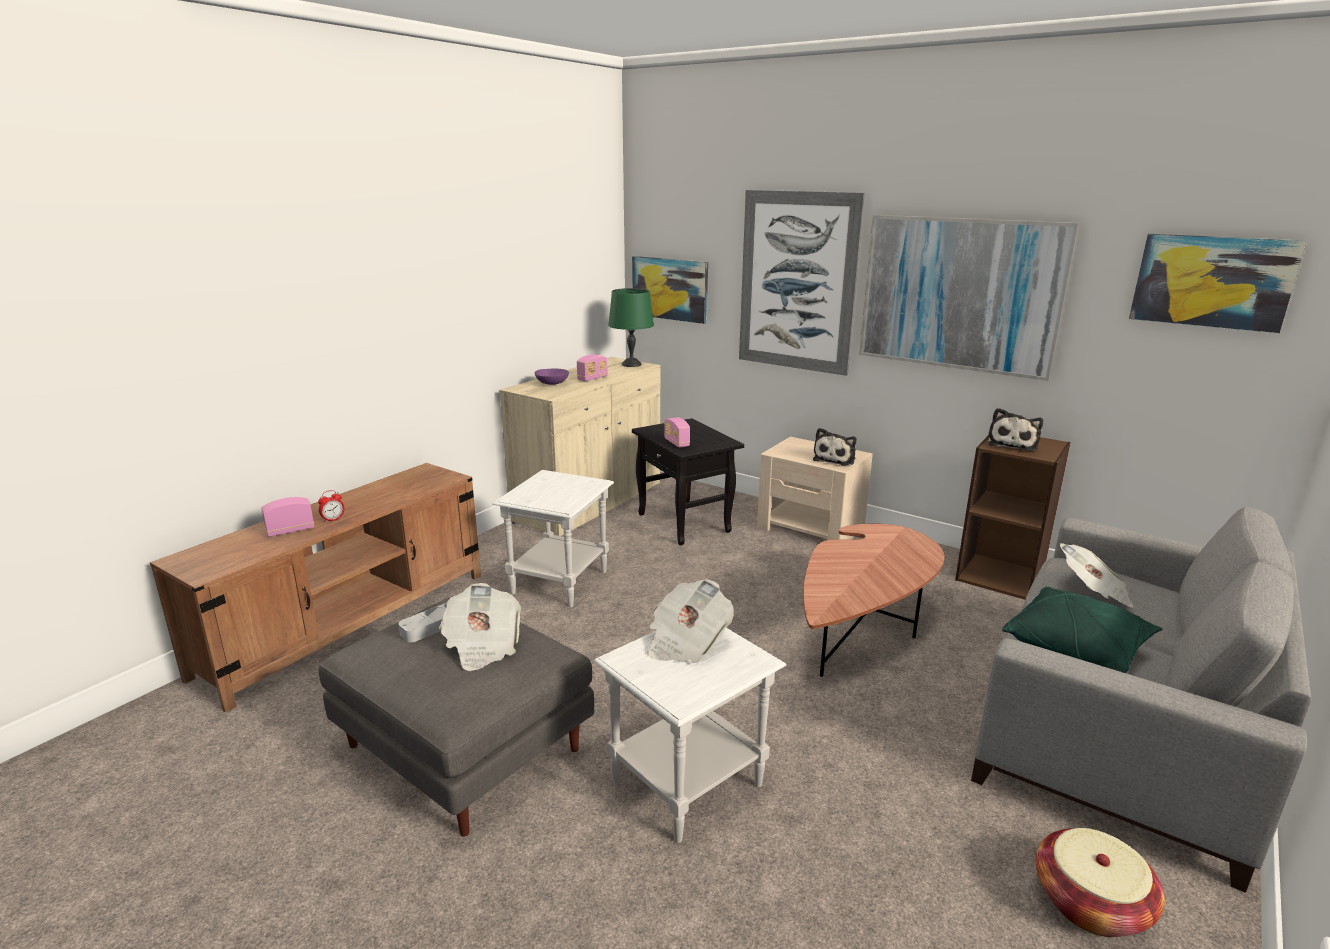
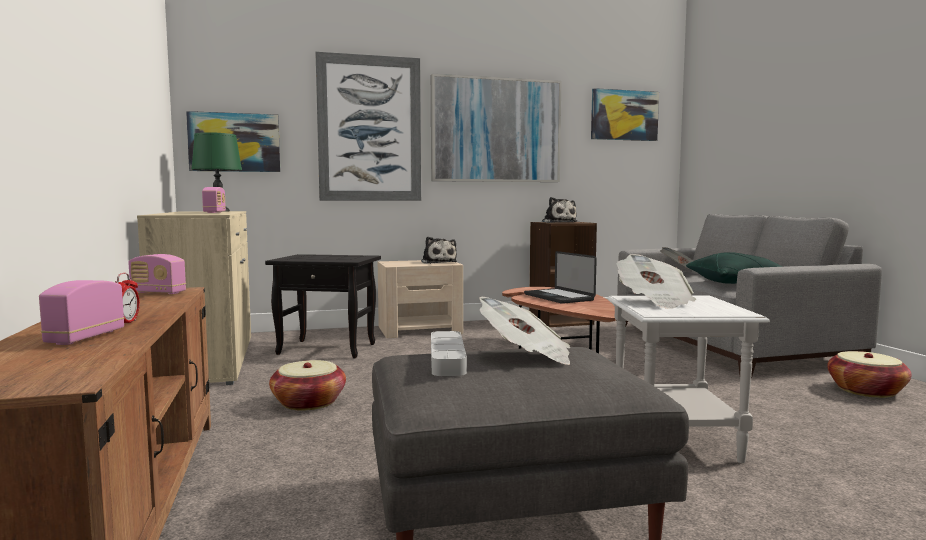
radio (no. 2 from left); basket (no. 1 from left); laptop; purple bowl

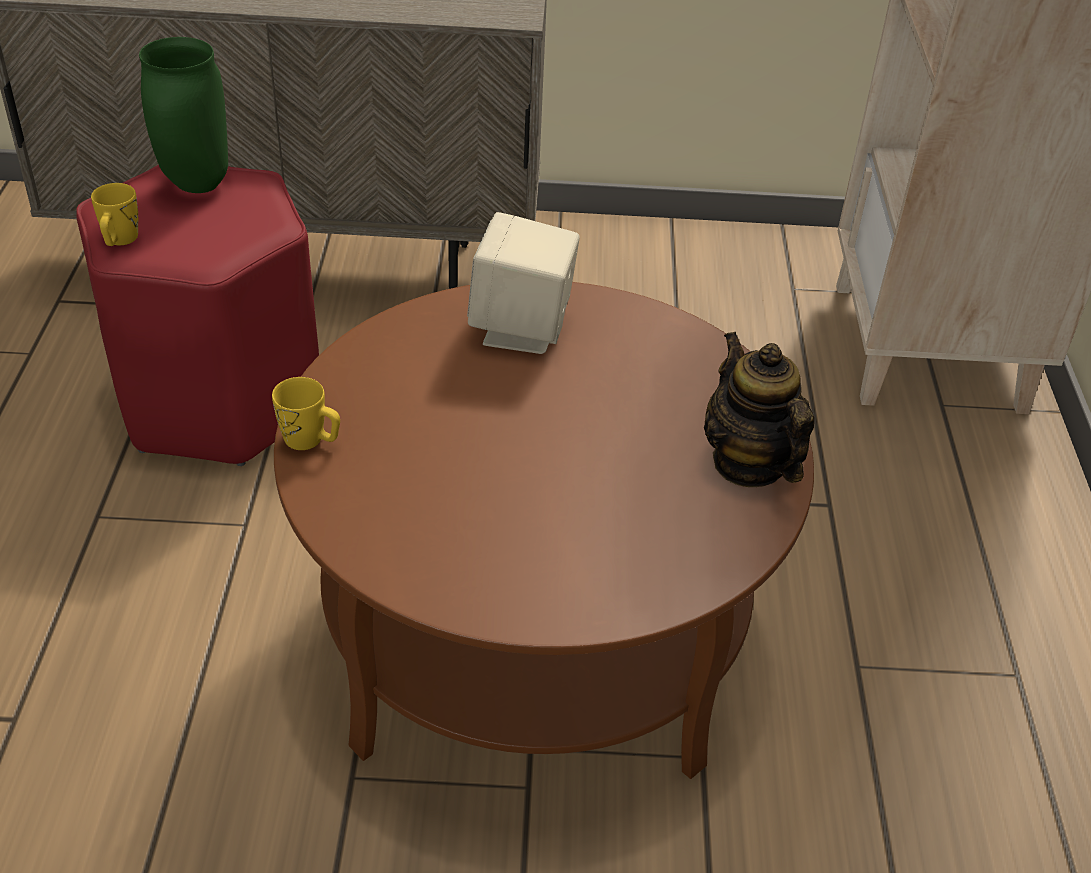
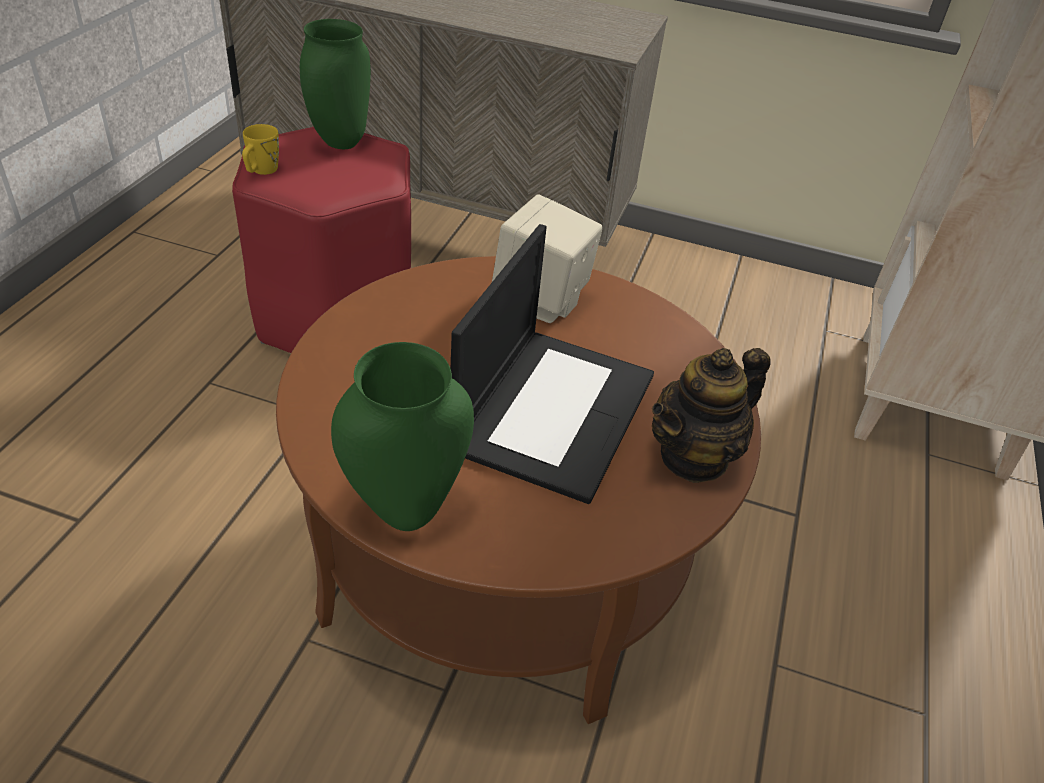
green vase (no. 2 from left); laptop; teapot; yellow mug (no. 2 from left in the first image)

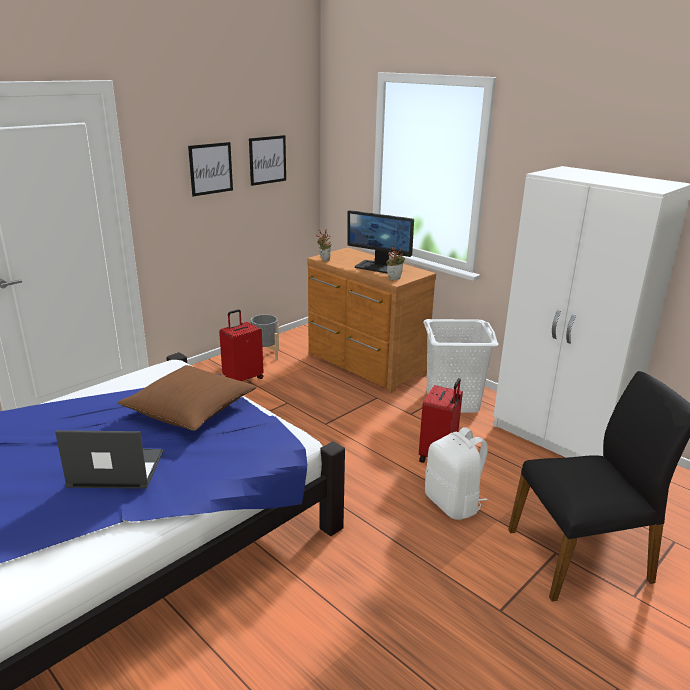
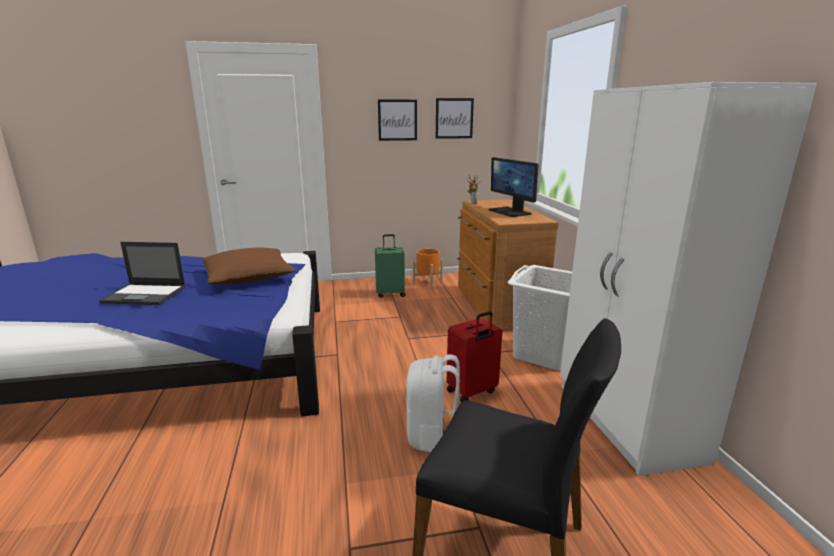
laptop; green suitcase; orange planter; potted plant (no. 2 from left in the first image)

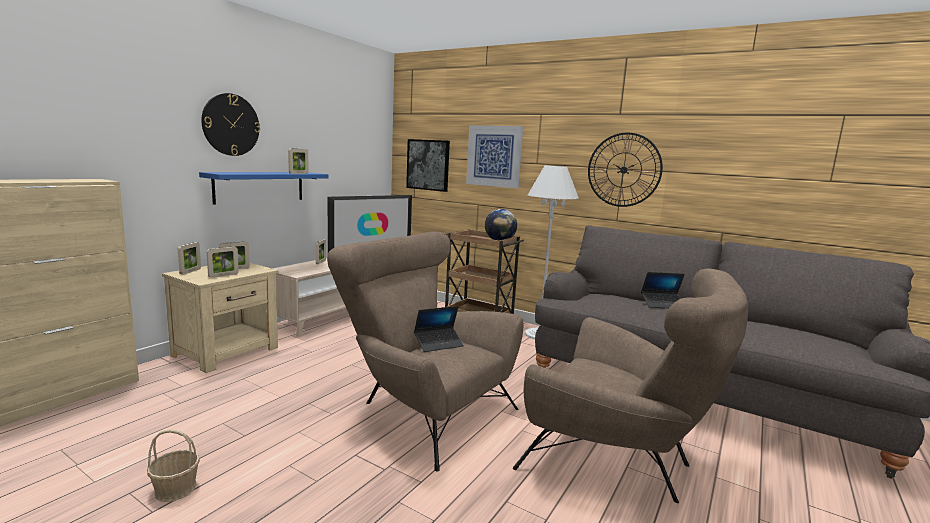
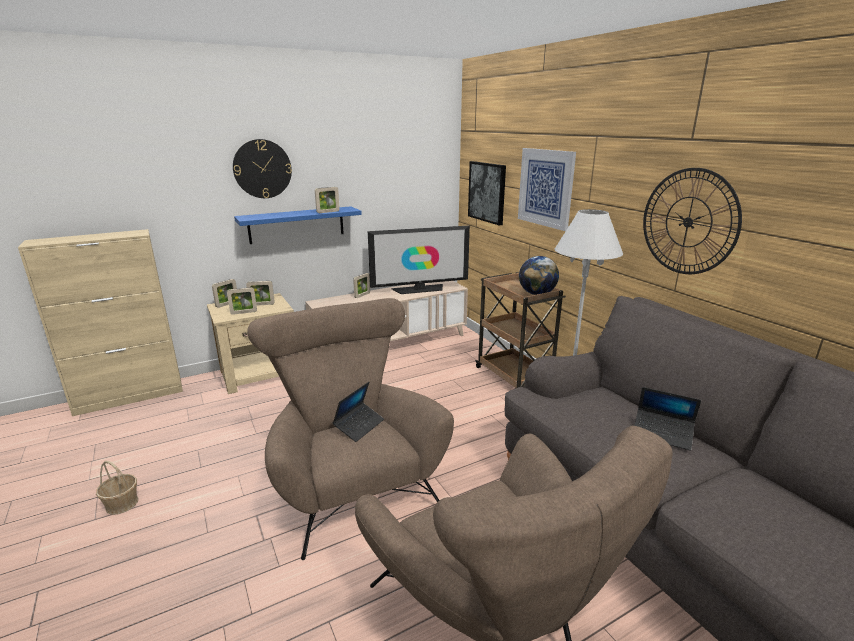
laptop (no. 1 from left)

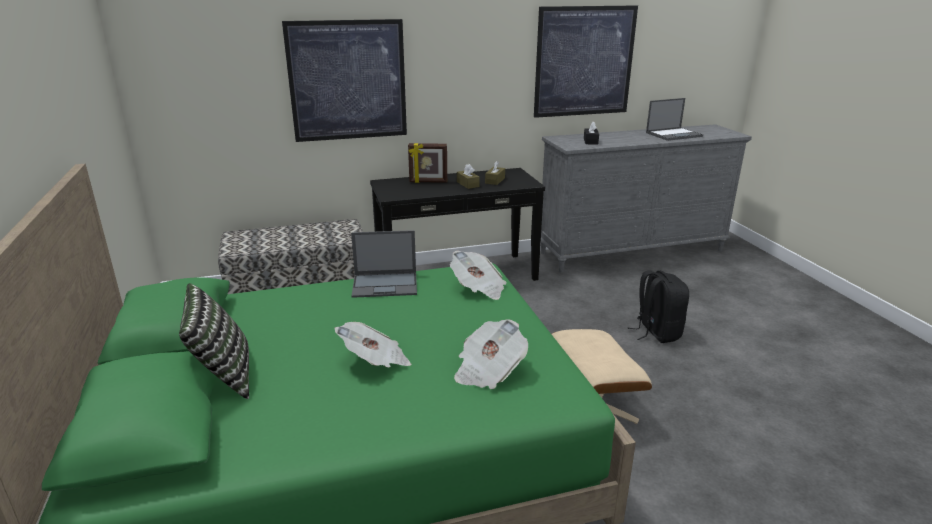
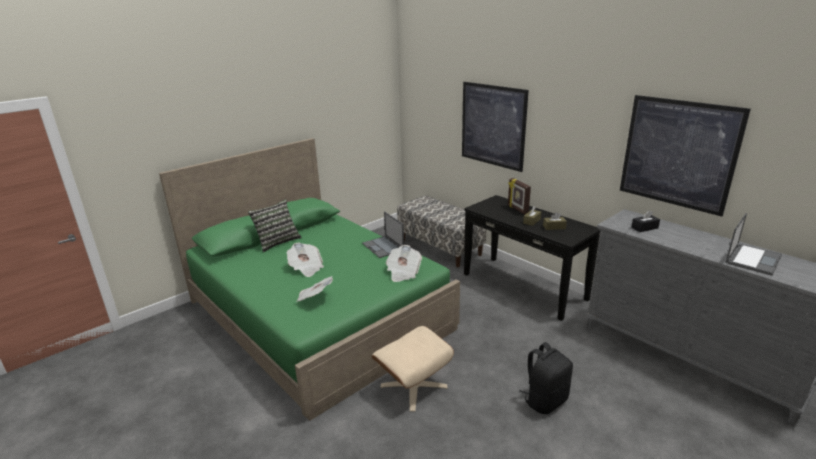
laptop (no. 2 from left)

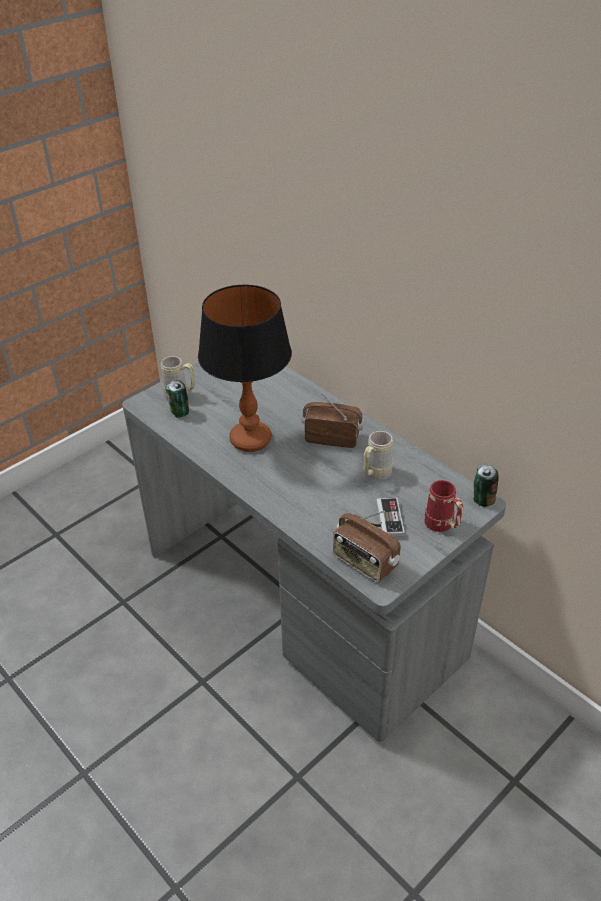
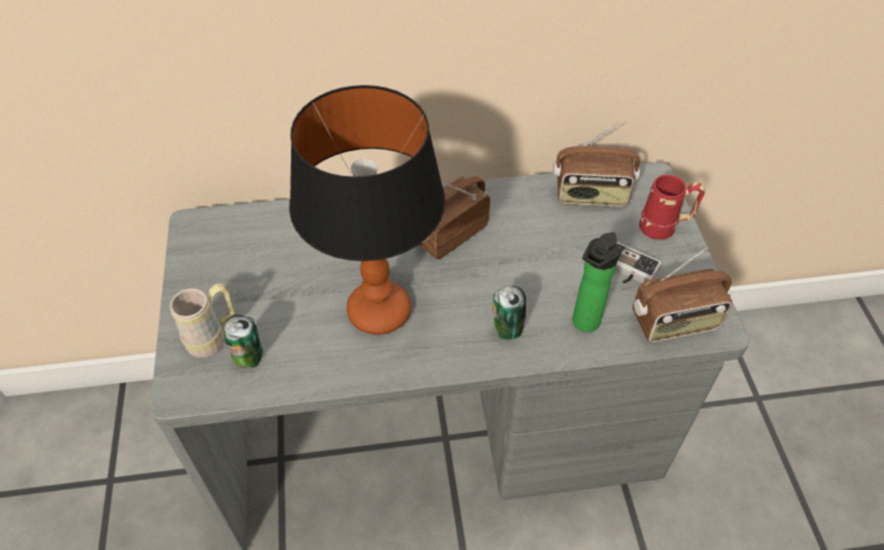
can (no. 2 from left); radio (no. 2 from left); bottle; beige mug (no. 2 from left in the first image)

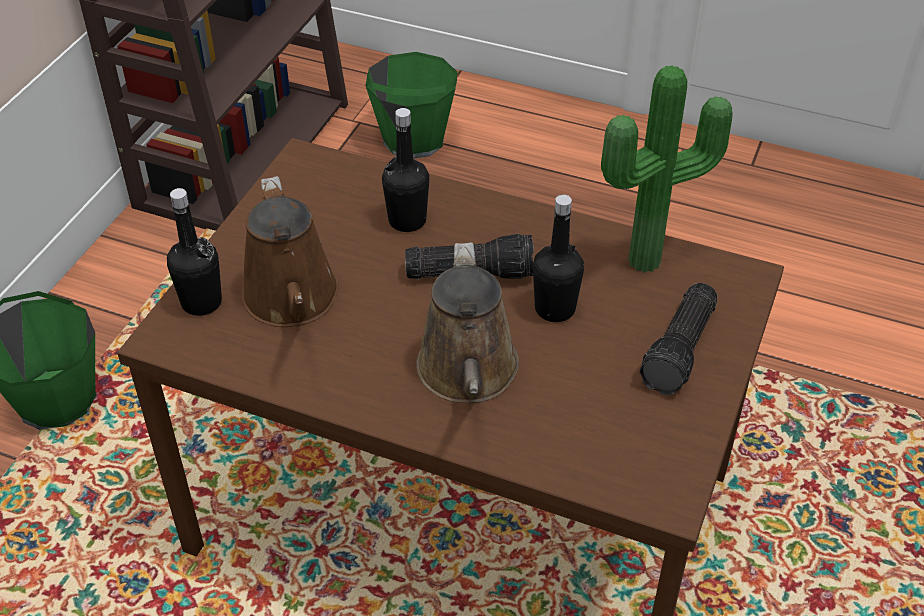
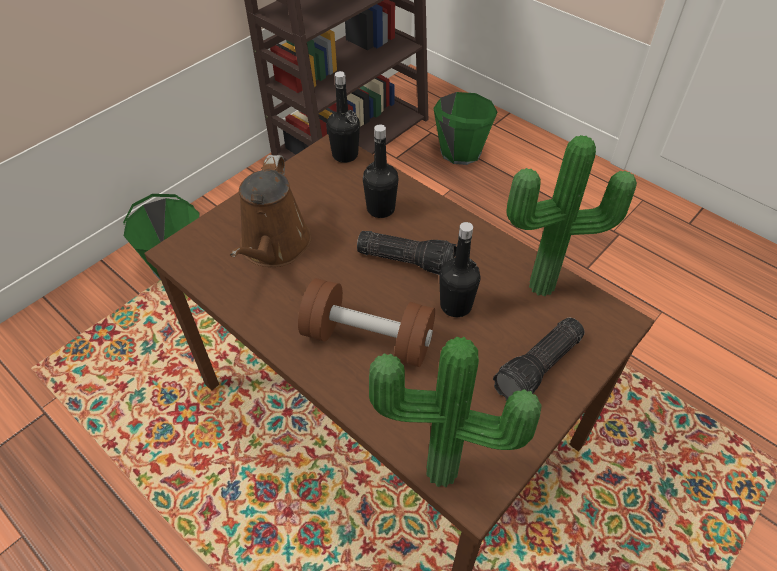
brown dumbbell; black bottle (no. 1 from left); potted plant (no. 1 from left)

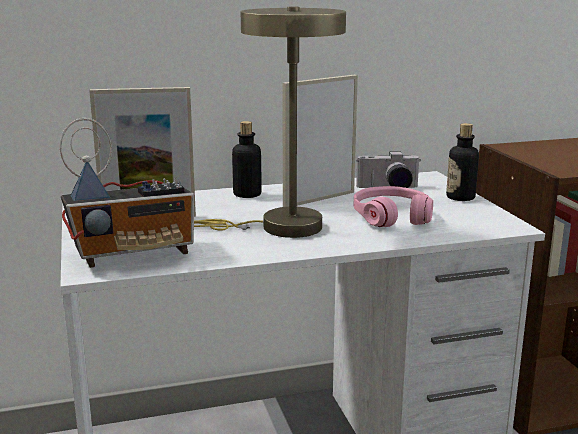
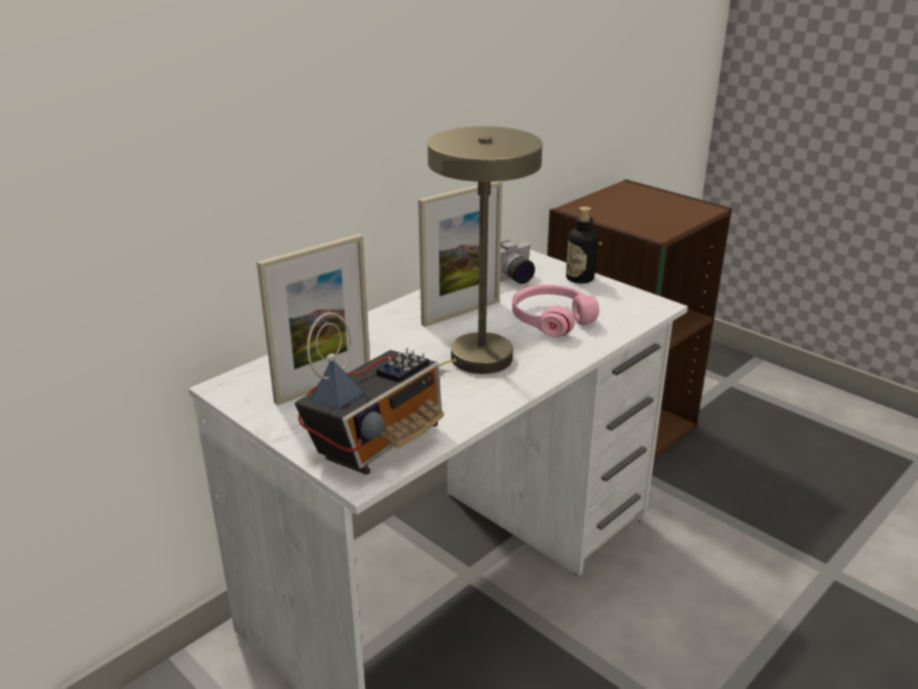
picture frame (no. 2 from left); bottle (no. 1 from left in the first image)

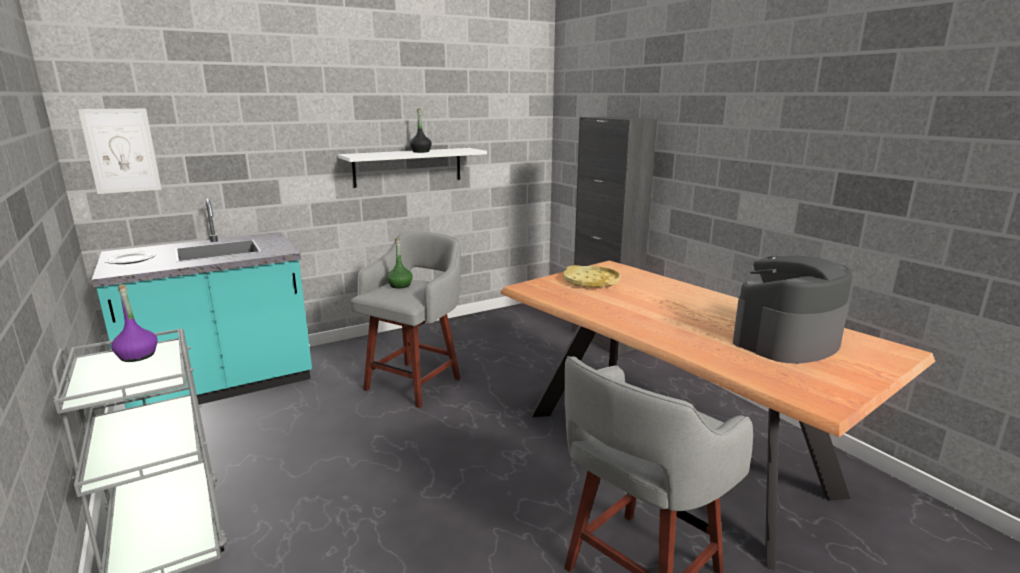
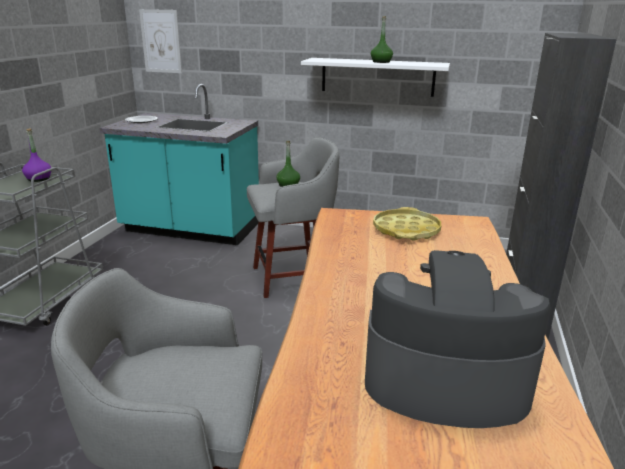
green bottle (no. 2 from left)

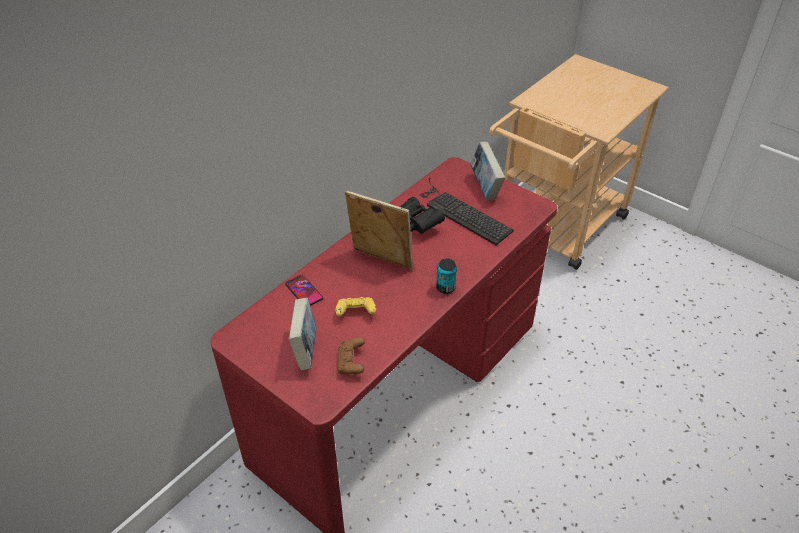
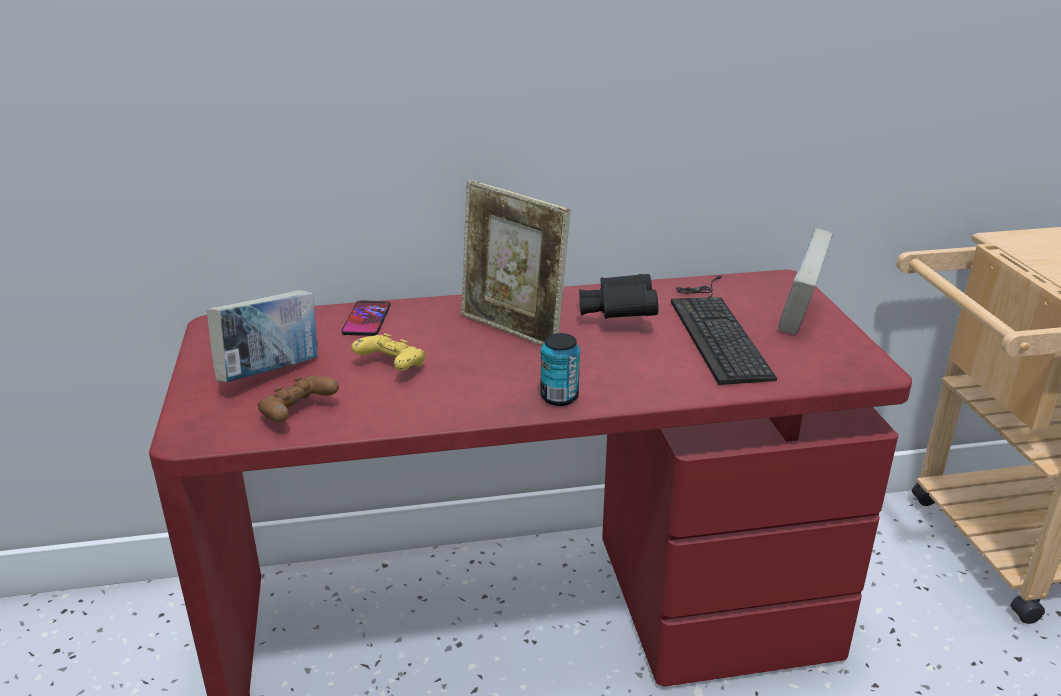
picture frame

